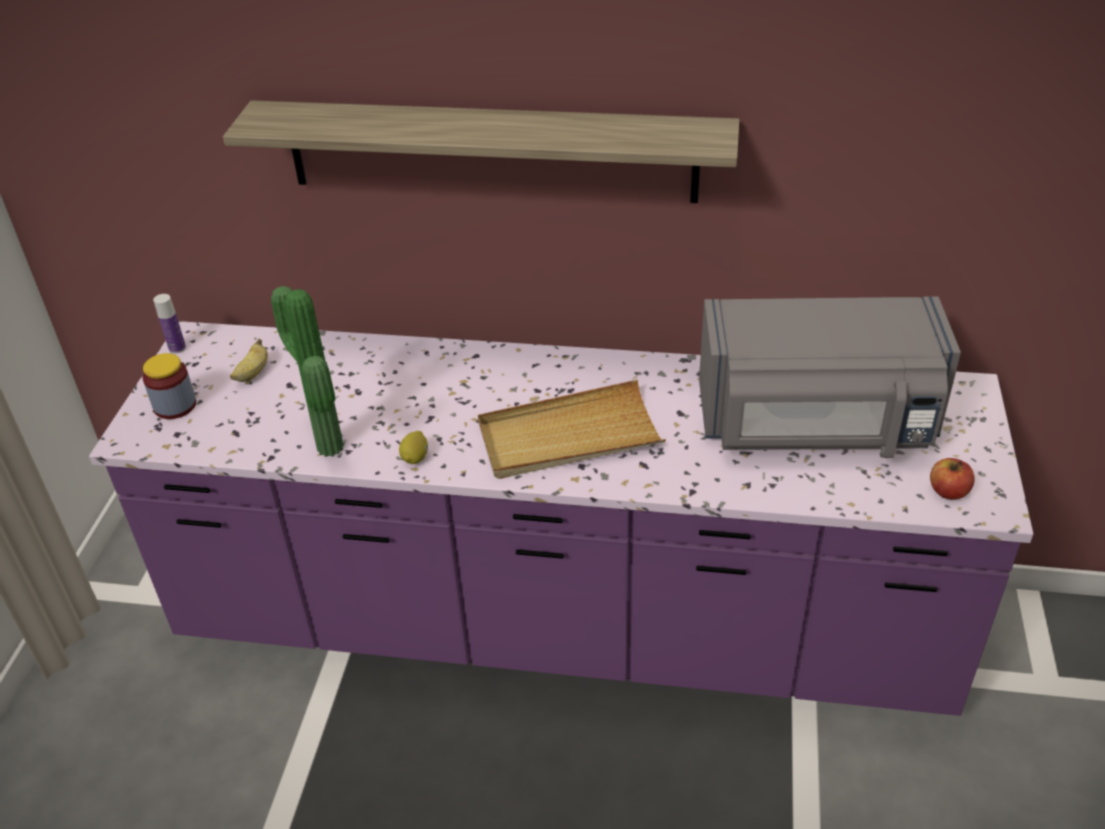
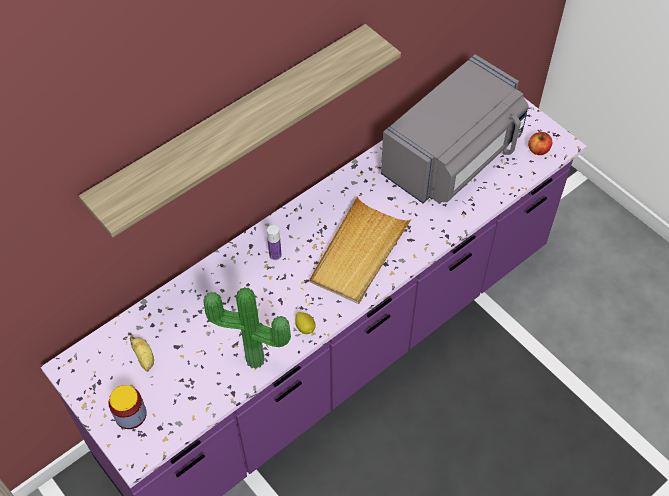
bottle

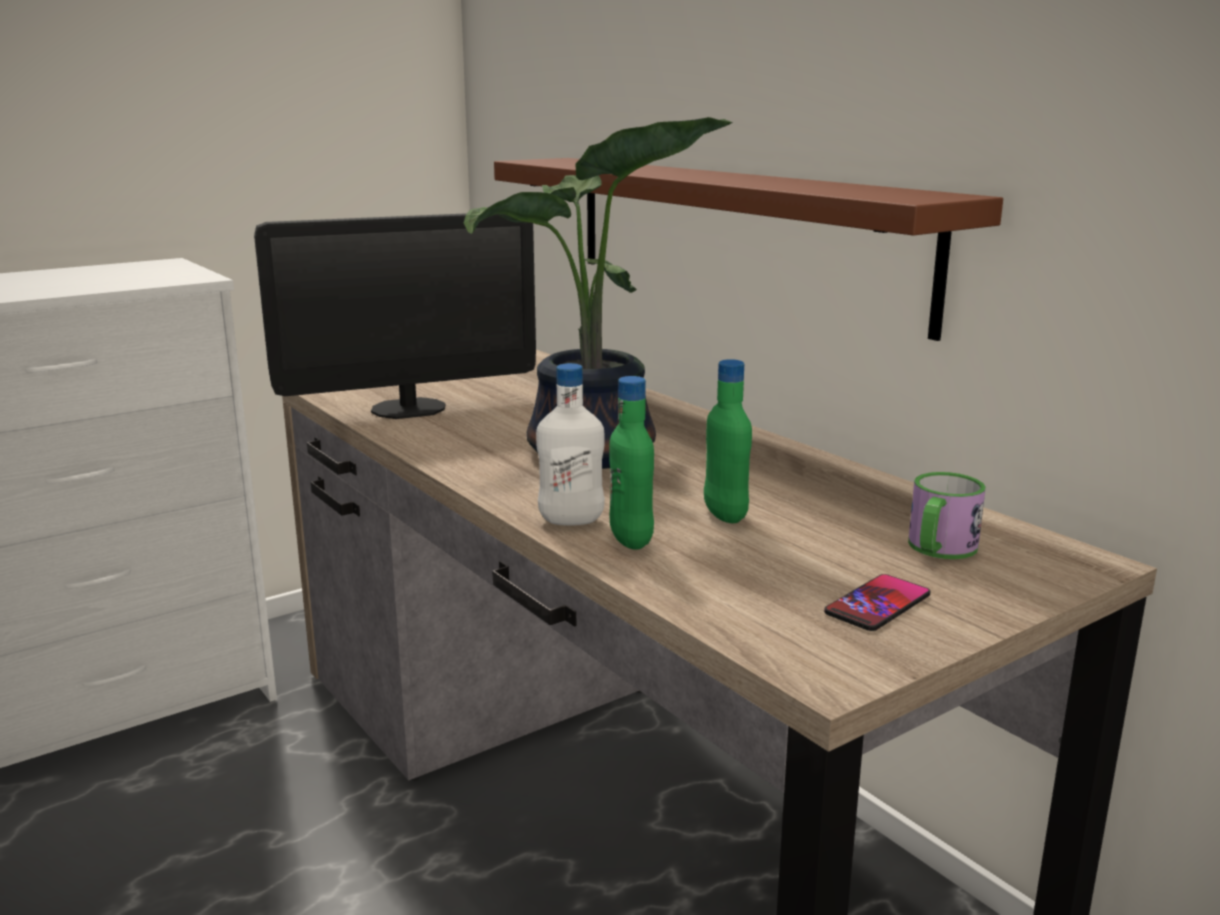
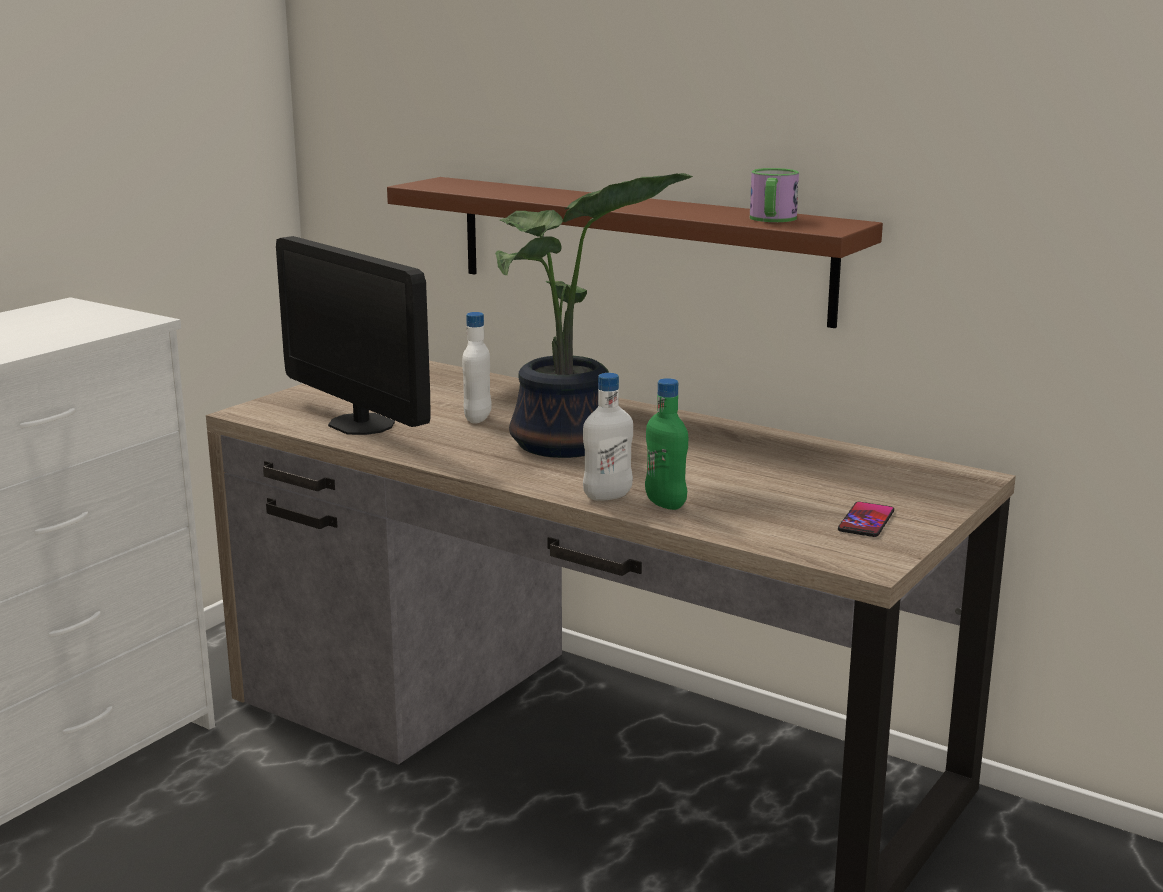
monitor; white bottle (no. 1 from left); mug; green bottle (no. 2 from left in the first image)

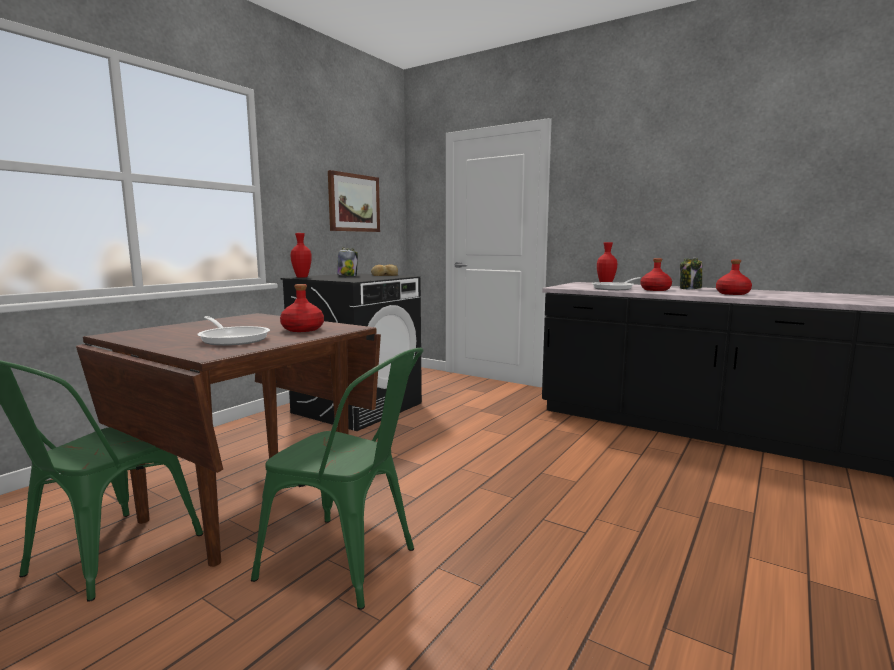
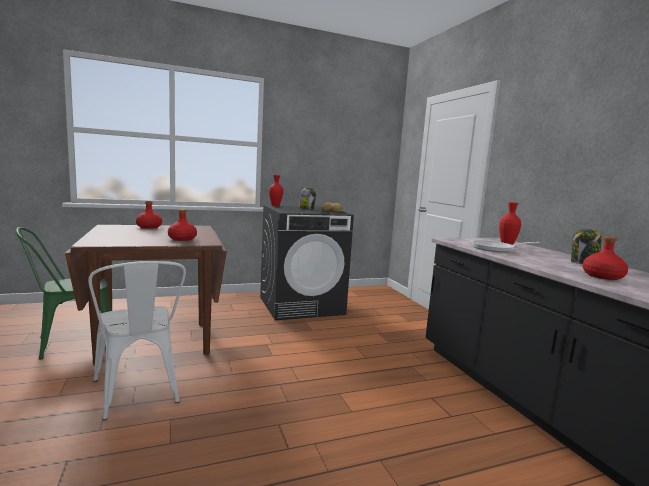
white chair; red bottle (no. 1 from left); frying pan (no. 1 from left in the first image); picture

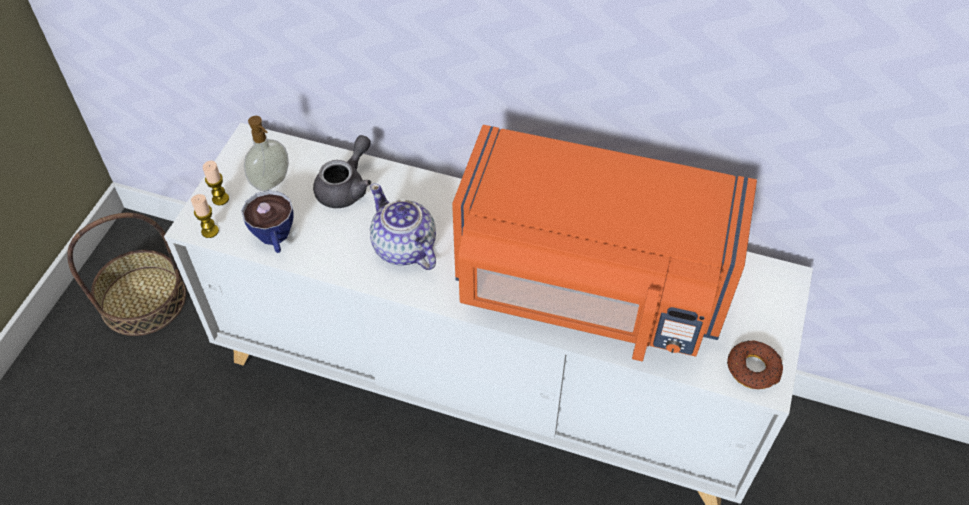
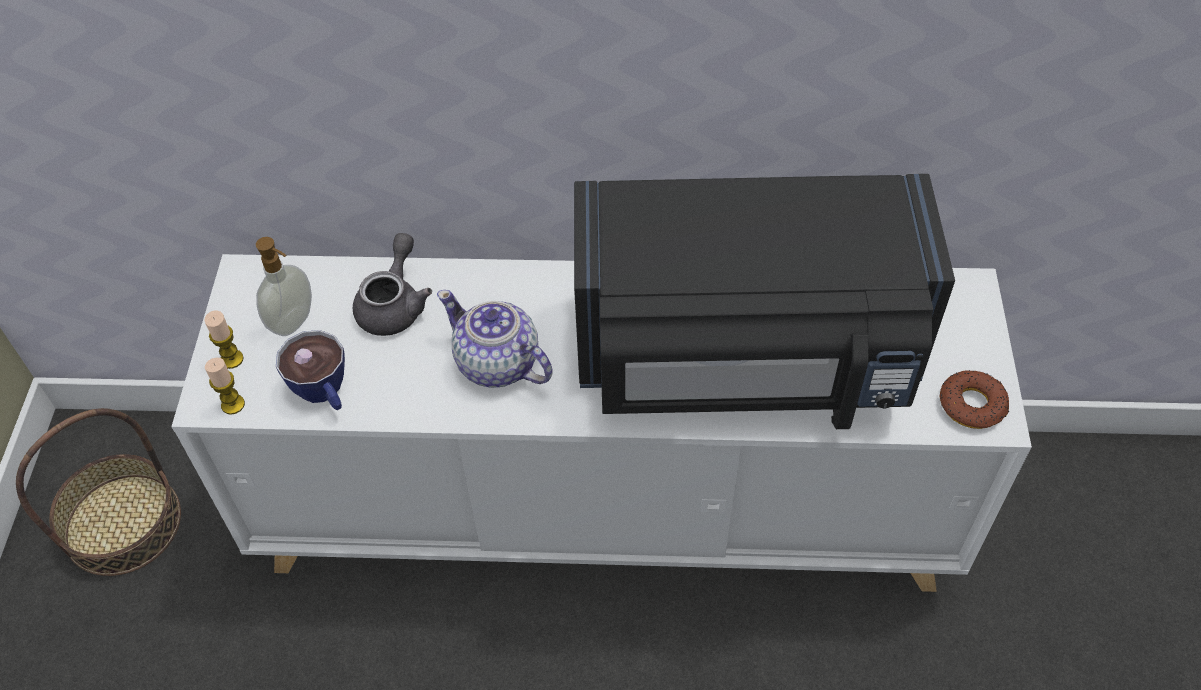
black microwave

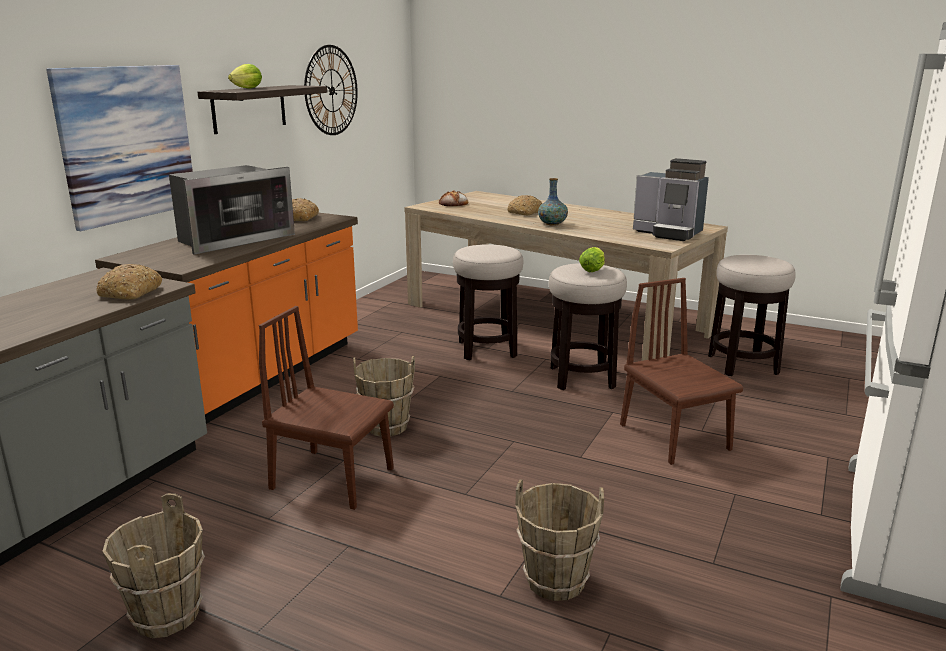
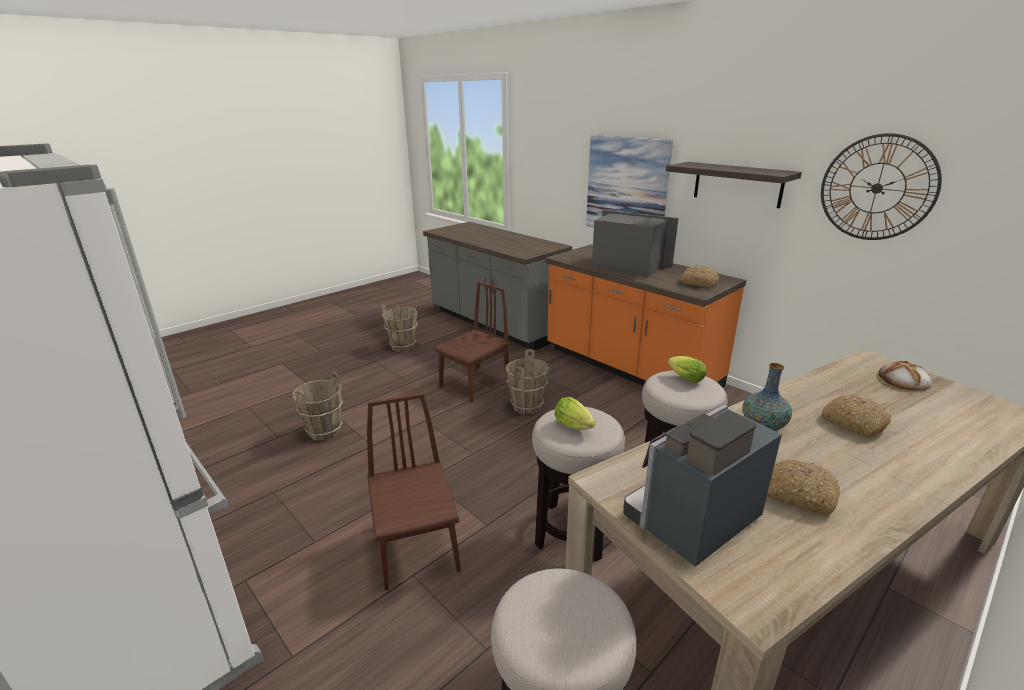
brown chair (no. 1 from left); microwave; lettuce (no. 2 from left); bread (no. 2 from left)

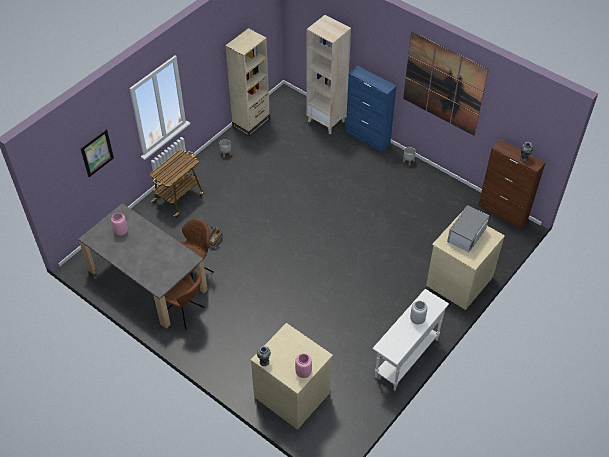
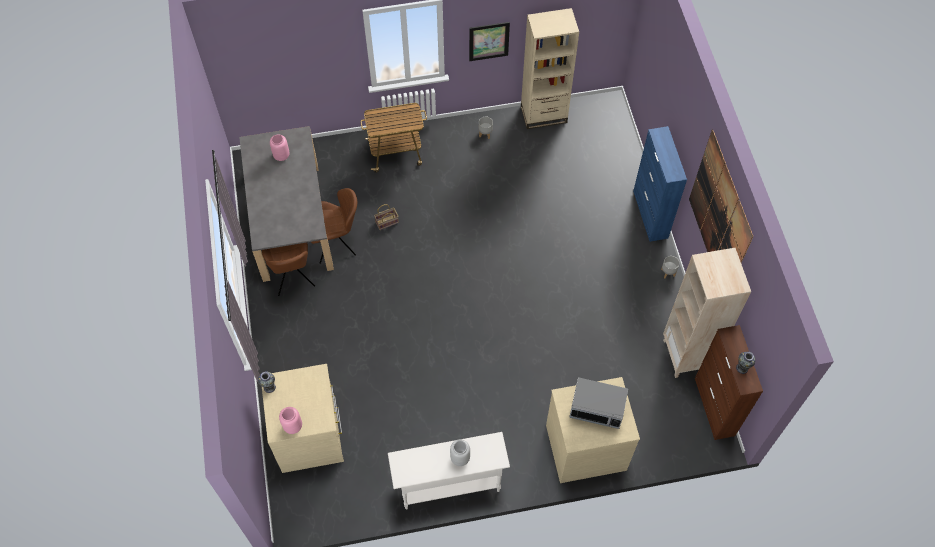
picture (no. 1 from left); microwave; beige bookcase (no. 2 from left)

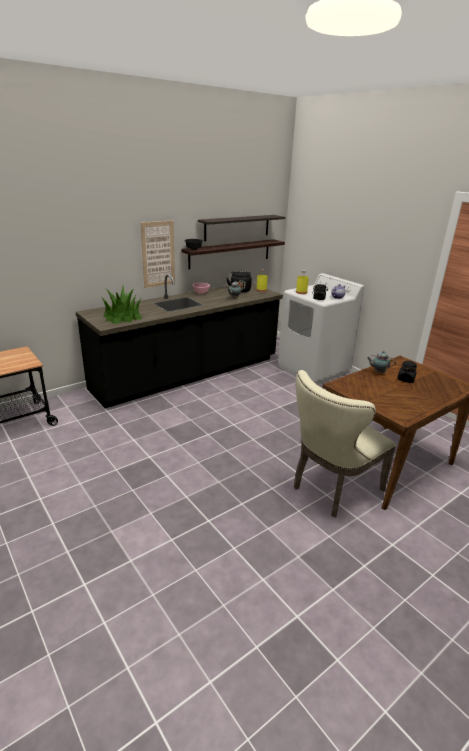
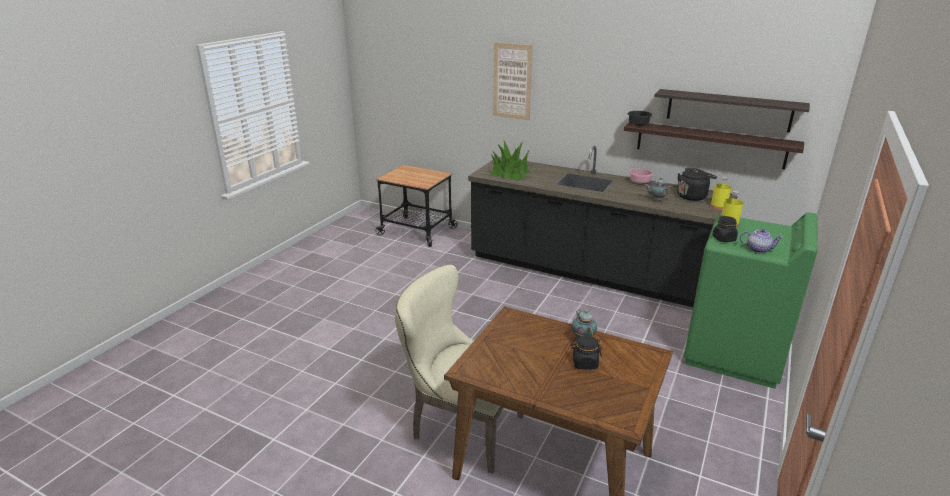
picture; green washing machine

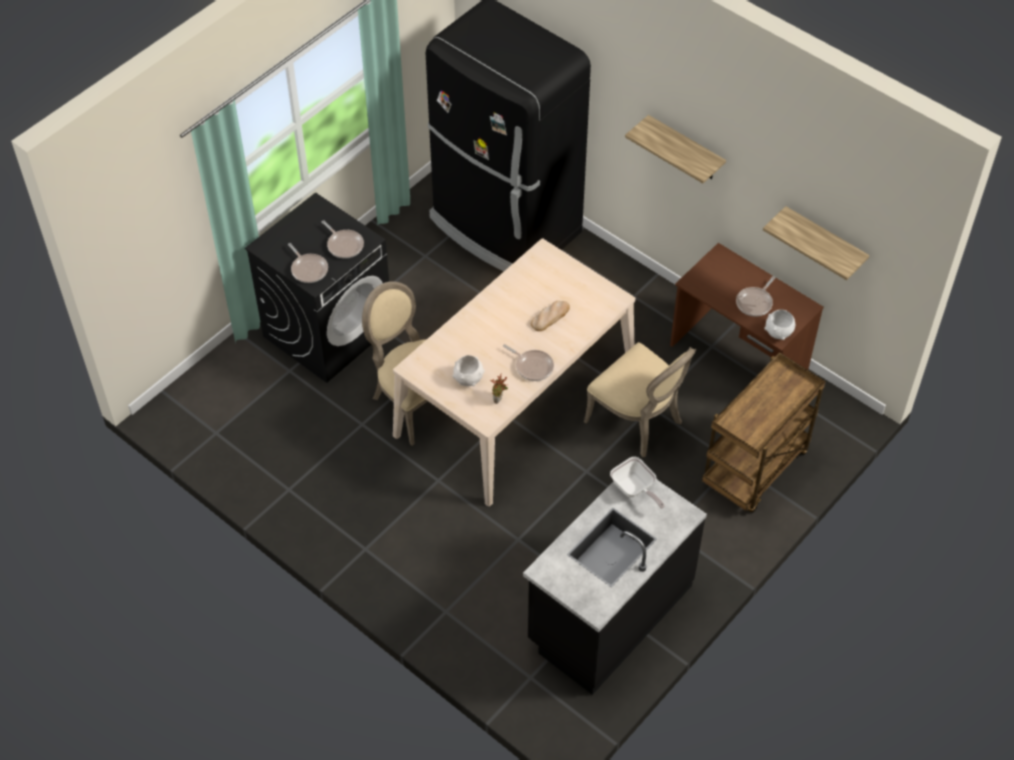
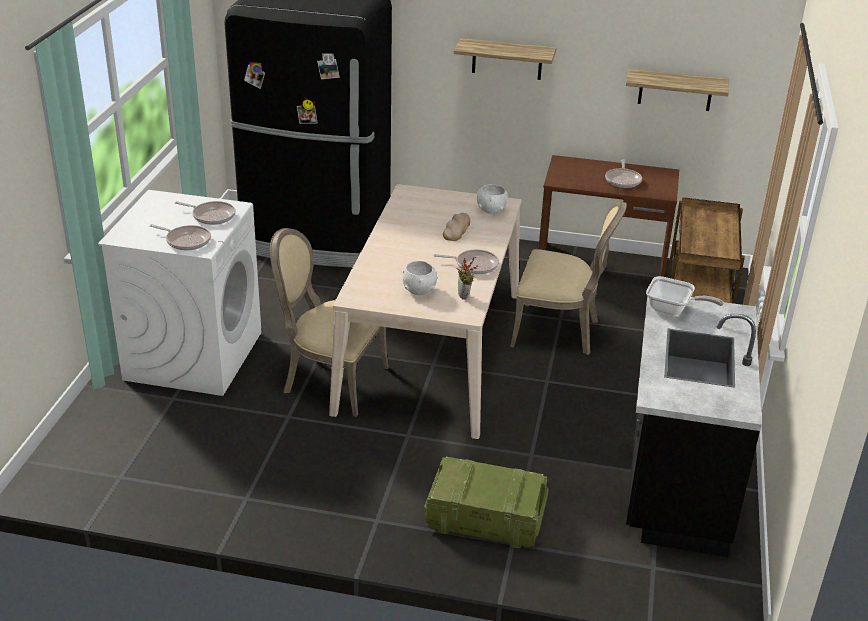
white washing machine; crate; white bowl (no. 2 from left)

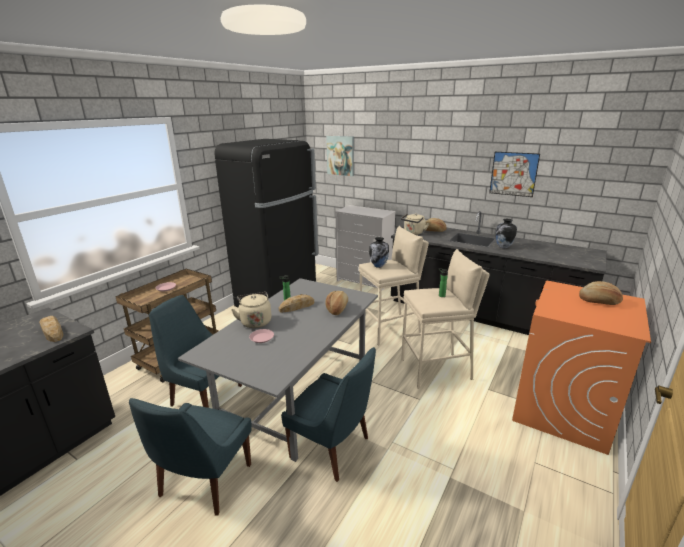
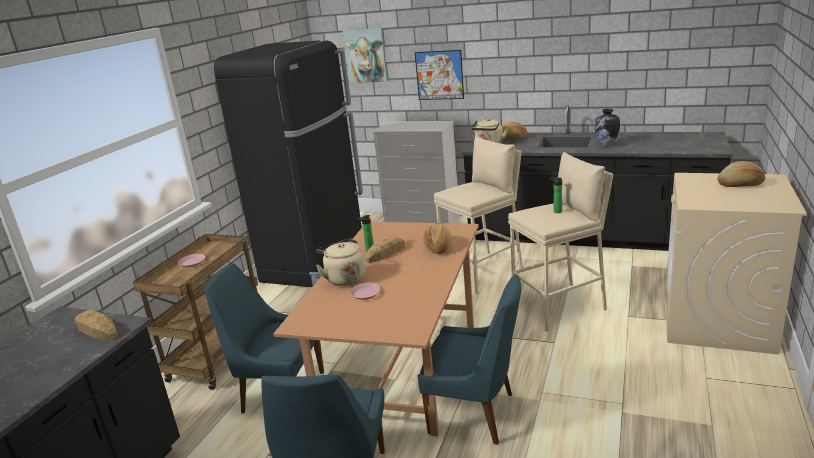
brown dining table; picture (no. 2 from left); beige washing machine; vase (no. 1 from left in the first image)

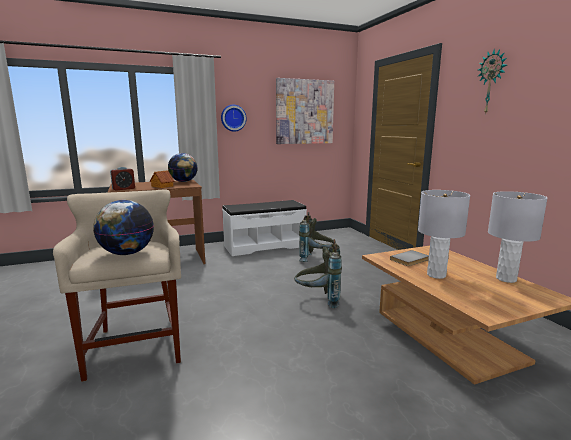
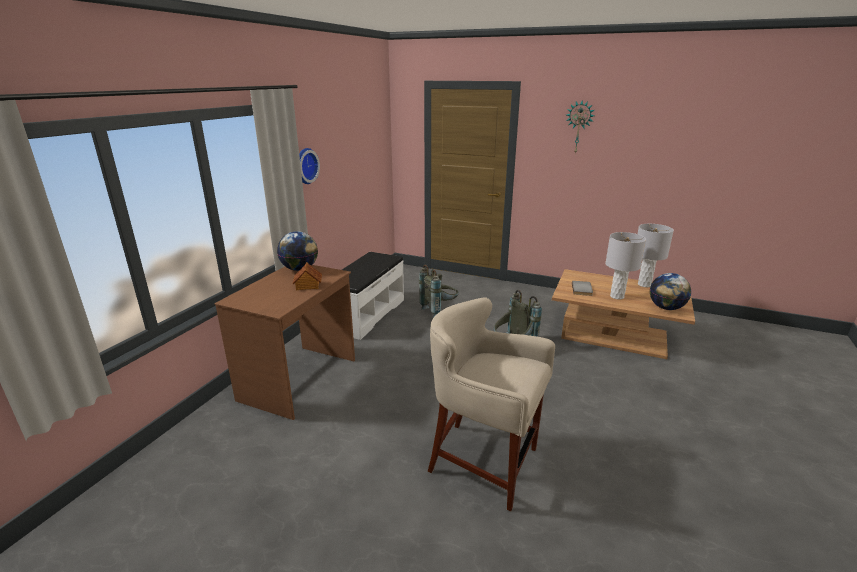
globe (no. 2 from left); alarm clock; picture

